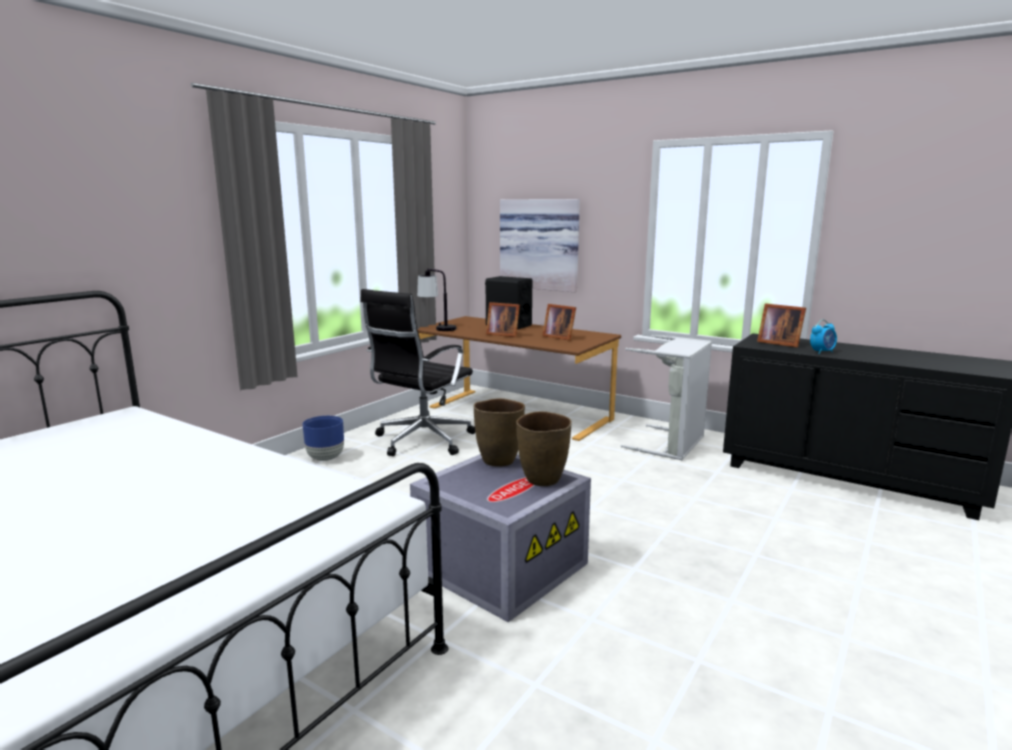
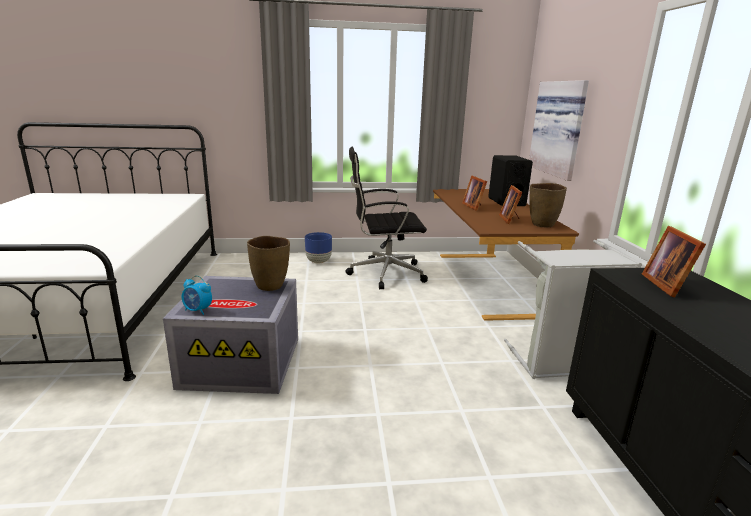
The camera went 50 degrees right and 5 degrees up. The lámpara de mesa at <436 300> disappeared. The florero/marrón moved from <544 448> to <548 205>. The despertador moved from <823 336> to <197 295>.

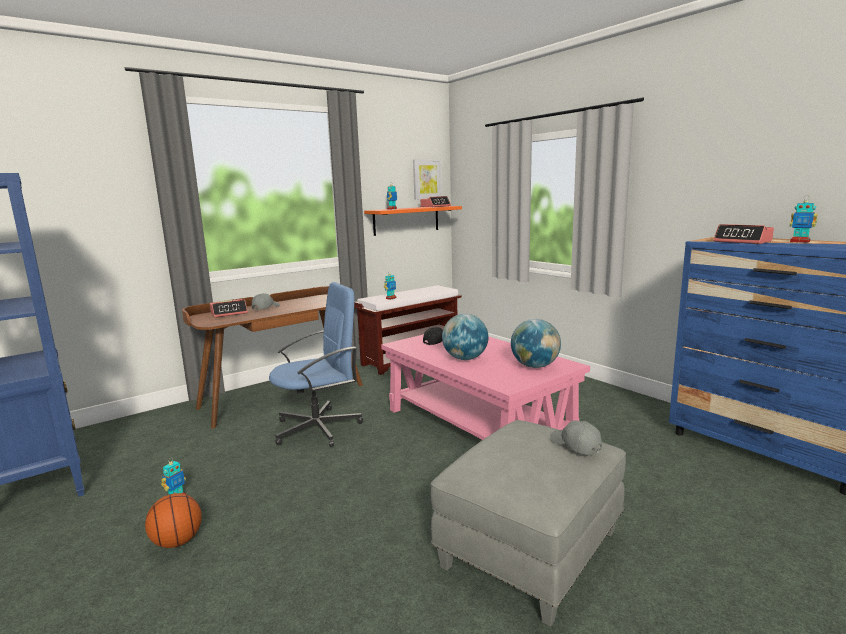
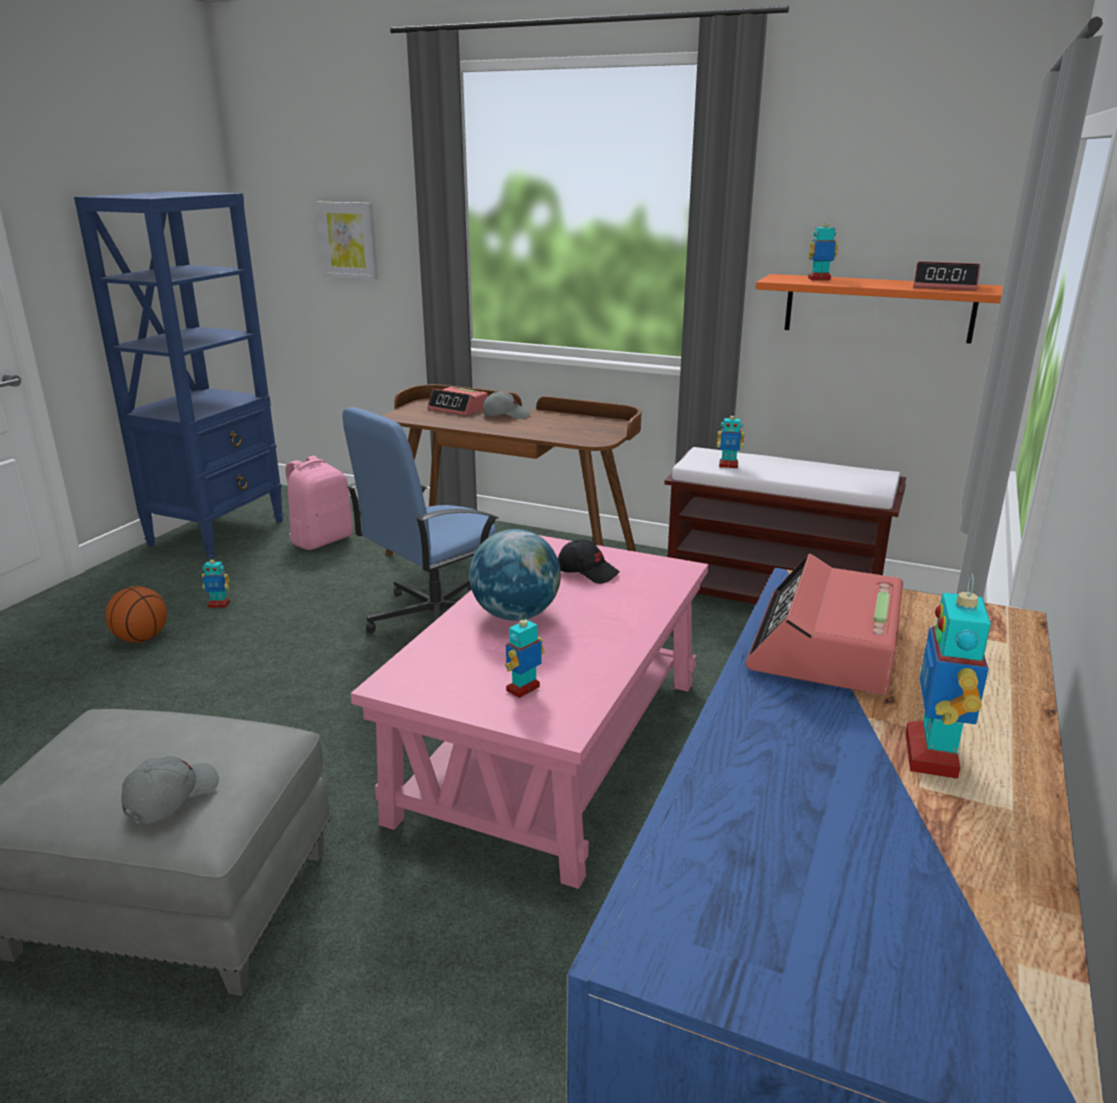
The camera went 60 degrees right and 10 degrees up. The silla de oficina/azul at <316 364> turned 105 degrees clockwise. The cuadro moved from <427 179> to <347 241>. The globo terráqueo at <536 343> was replaced by the robot de juguete at <525 655>. The mochila/rosa at <319 503> appeared.

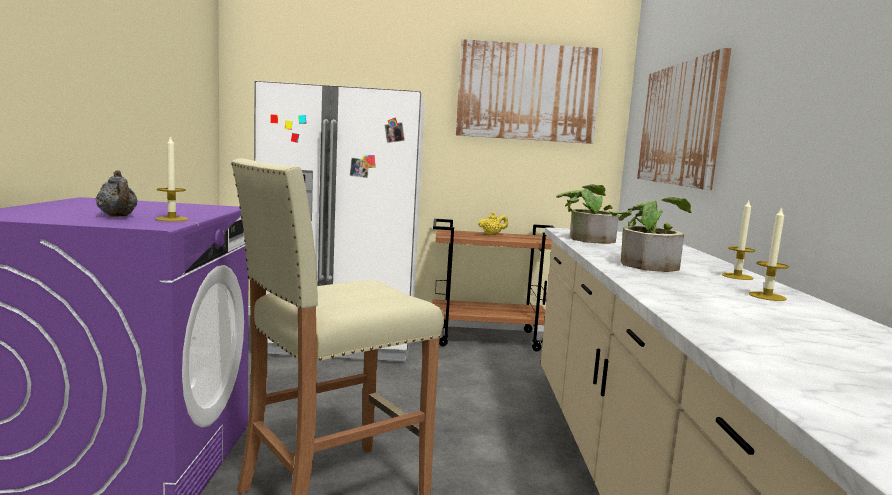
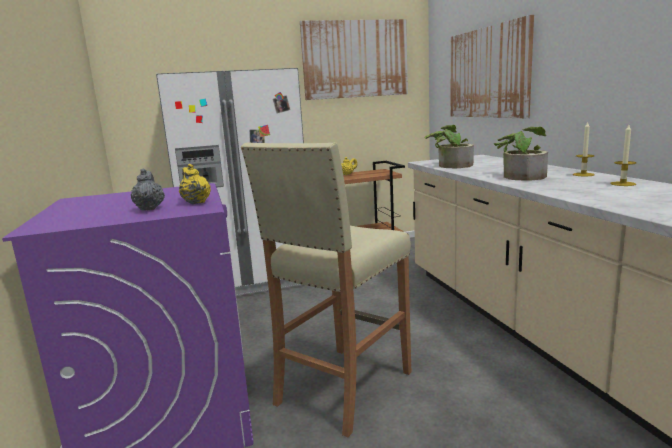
The camera went 15 degrees left and 5 degrees up. The tetera/gris at <116 193> turned 135 degrees counterclockwise. The vela at <172 178> was replaced by the tetera/amarillo at <195 184>.

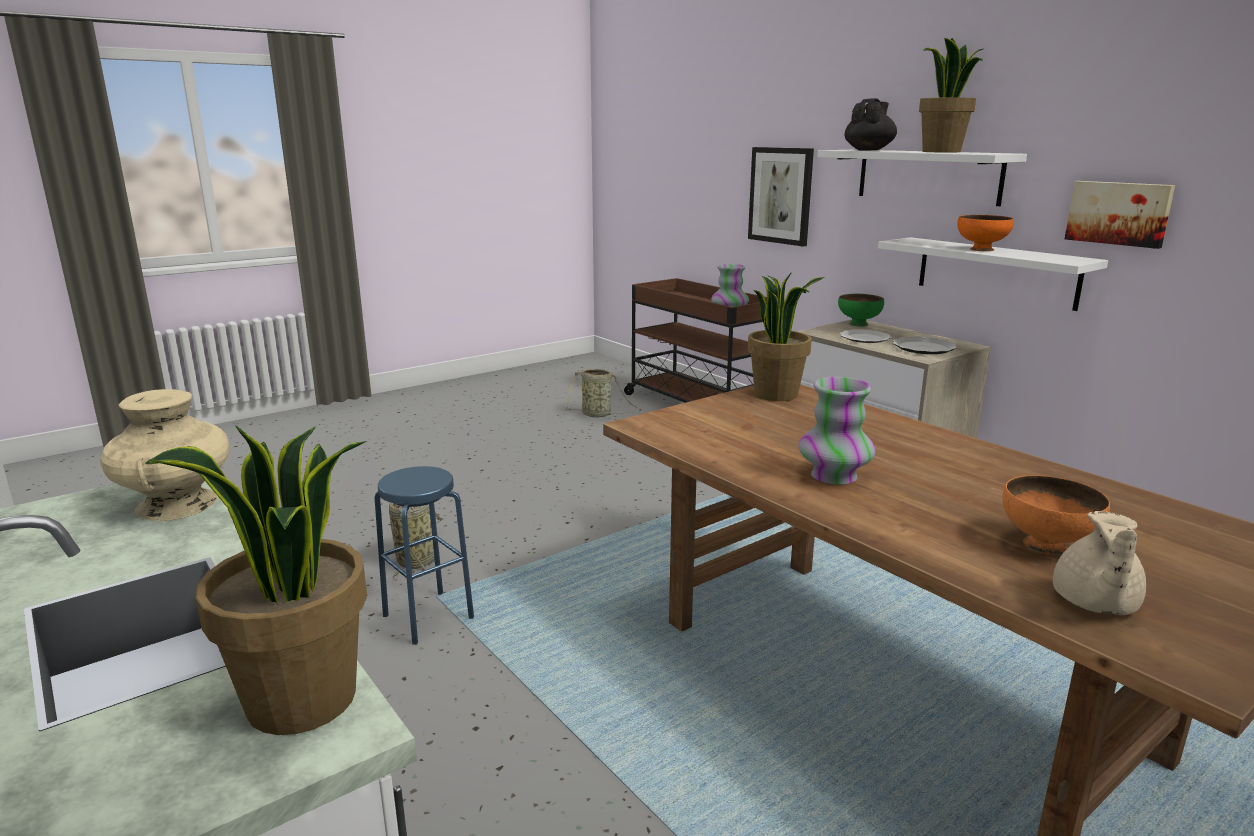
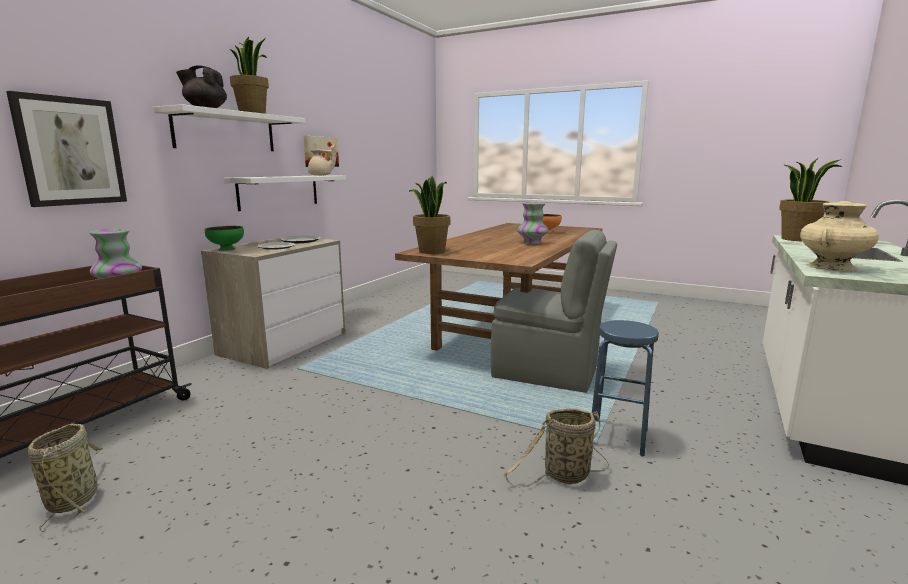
The camera went 115 degrees left and 5 degrees down. The cuenco/naranja at <985 233> disappeared. The tetera/beis moved from <1099 563> to <322 160>. The silla/gris at <554 311> appeared.

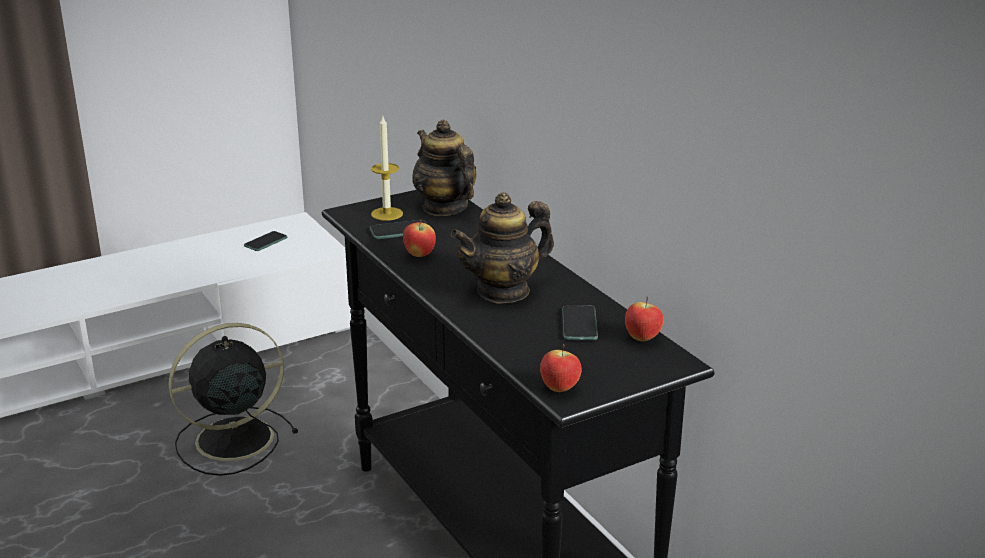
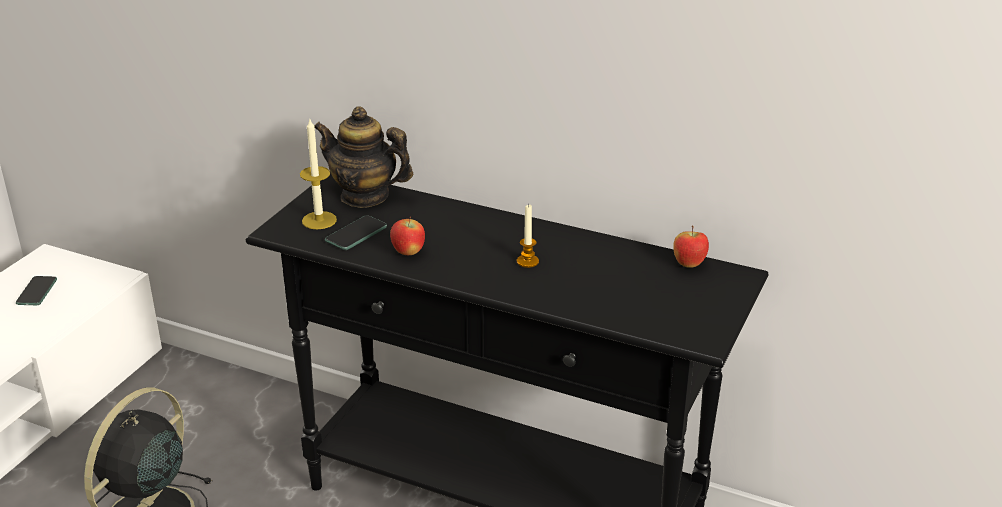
The camera went 35 degrees left and 5 degrees up. The tetera at <502 248> was replaced by the vela at <528 236>. The manzana at <561 368> disappeared. The móvil at <580 322> disappeared.

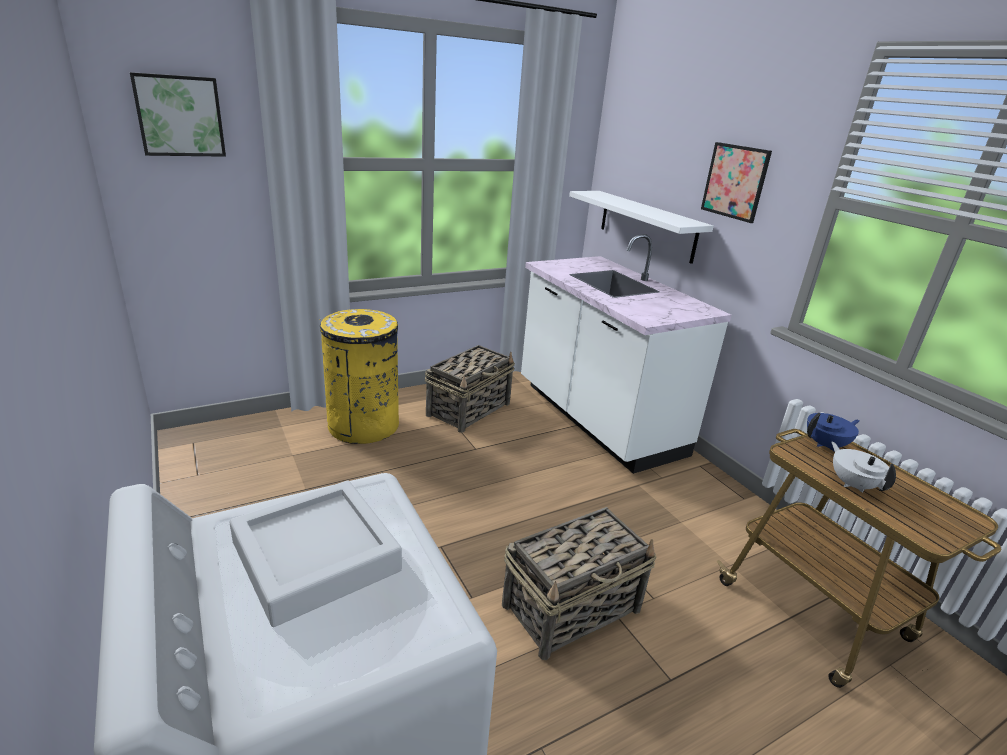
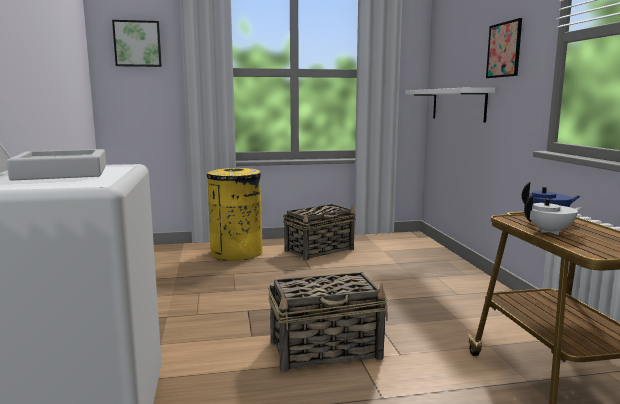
The camera went 20 degrees right and 15 degrees down. The mueble bajo de cocina/blanco at <626 354> disappeared. The tetera/blanco at <863 467> turned 75 degrees clockwise.

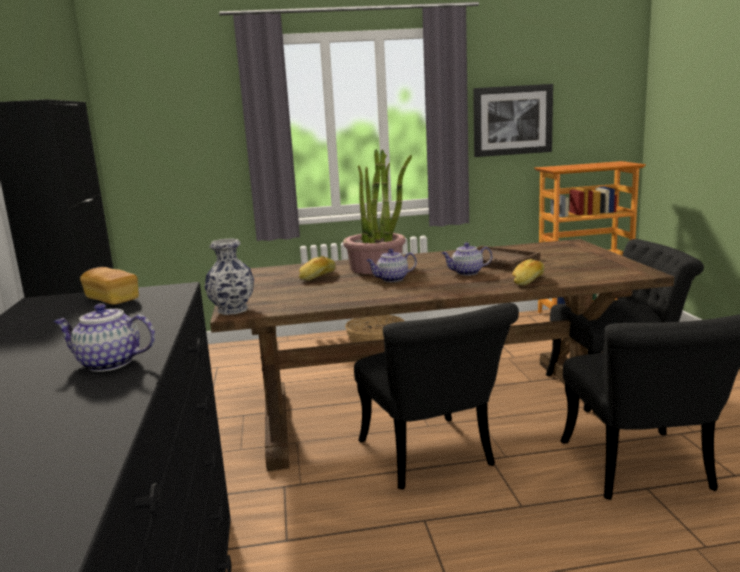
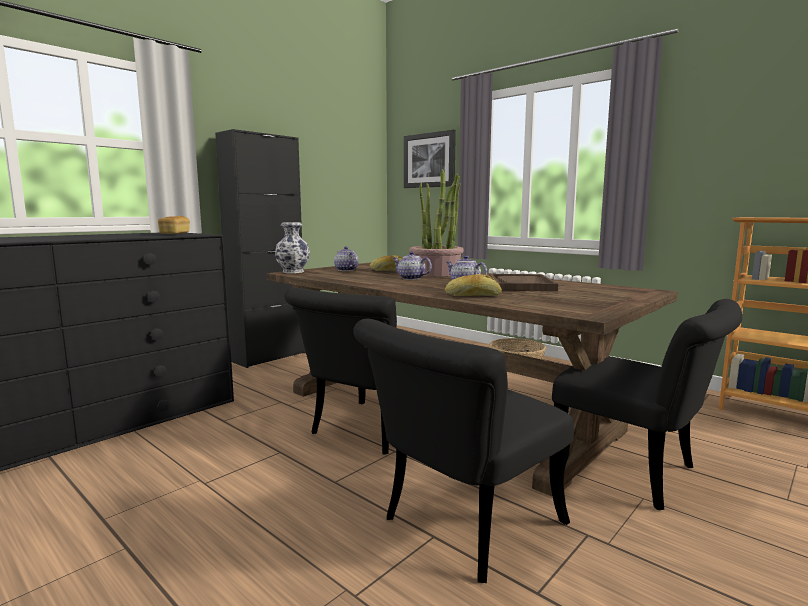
The camera went 50 degrees right and 5 degrees down. The tetera moved from <104 337> to <346 258>. The cuadro moved from <513 120> to <430 159>.

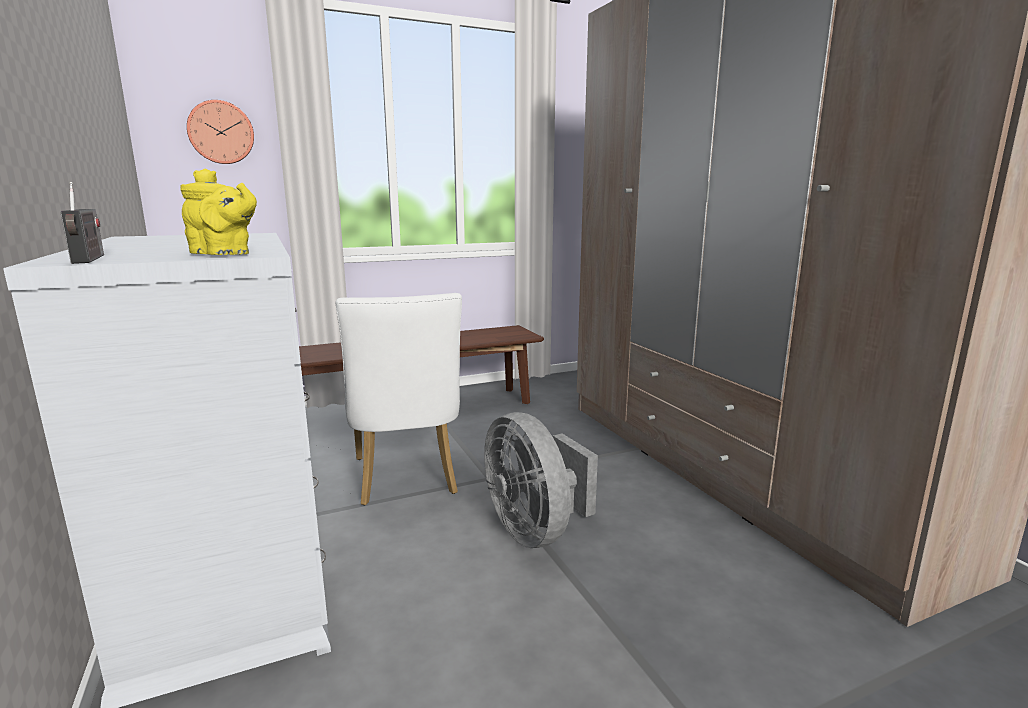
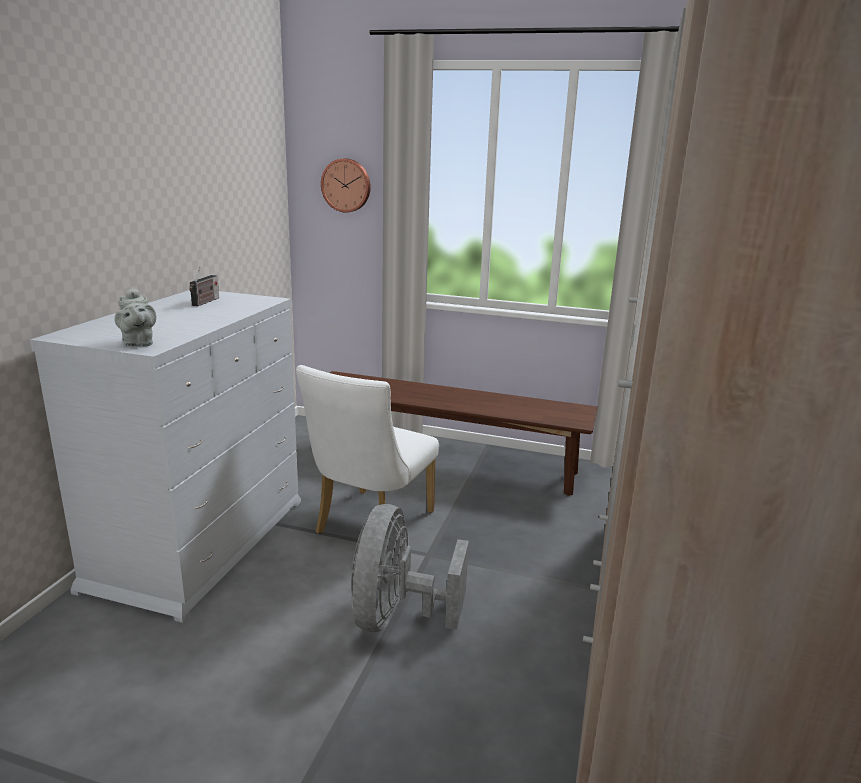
The camera went 40 degrees right and 5 degrees up. The radio moved from <82 223> to <204 286>. The tetera/amarillo at <218 212> became the tetera/gris at <135 317>.

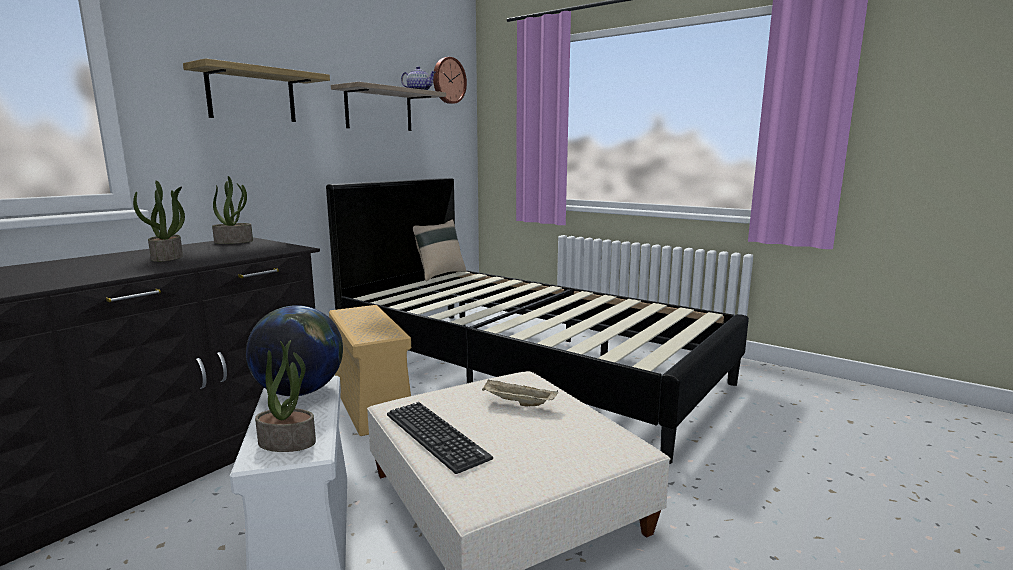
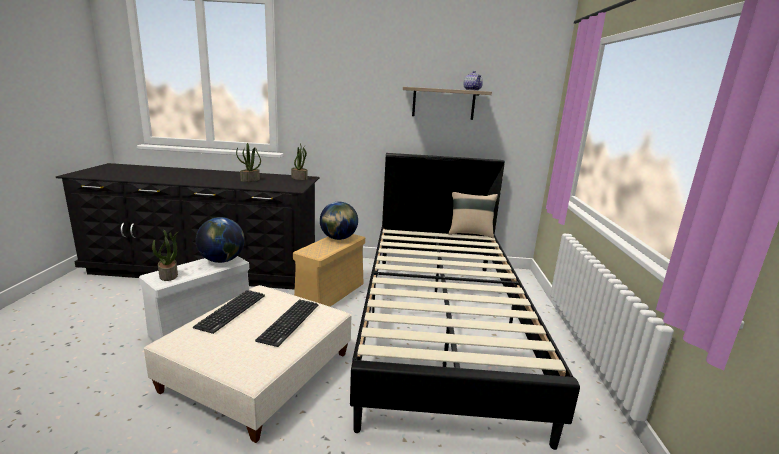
The camera went 55 degrees right and 5 degrees up. The estante at <256 90> disappeared. The reloj de pared at <450 80> disappeared. The bandeja/beis at <520 392> was replaced by the teclado at <286 323>. The globo terráqueo at <339 221> appeared.

